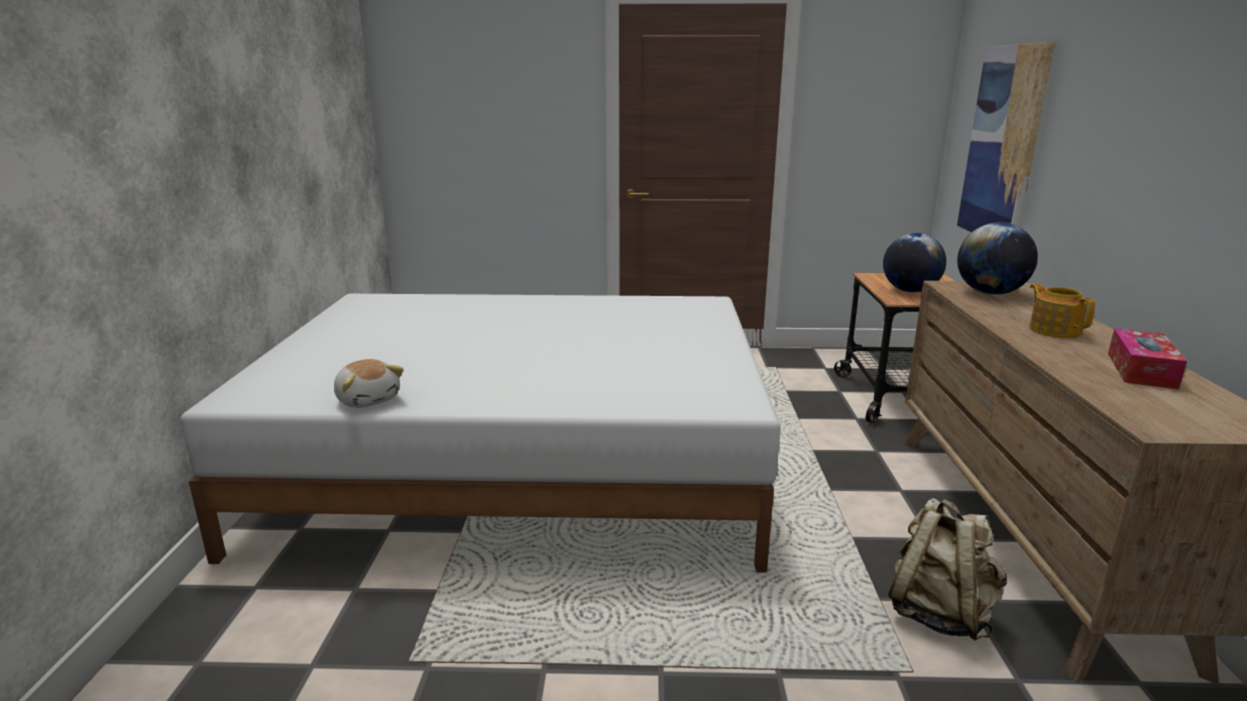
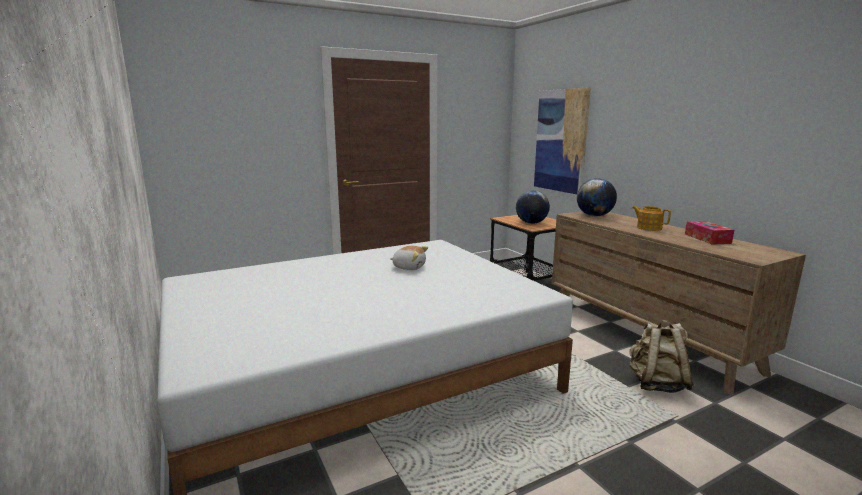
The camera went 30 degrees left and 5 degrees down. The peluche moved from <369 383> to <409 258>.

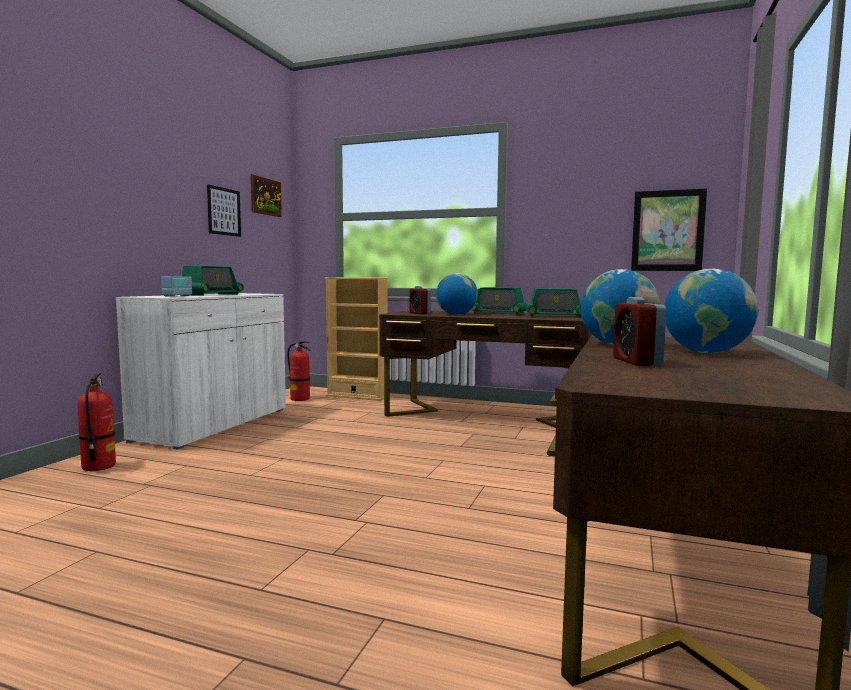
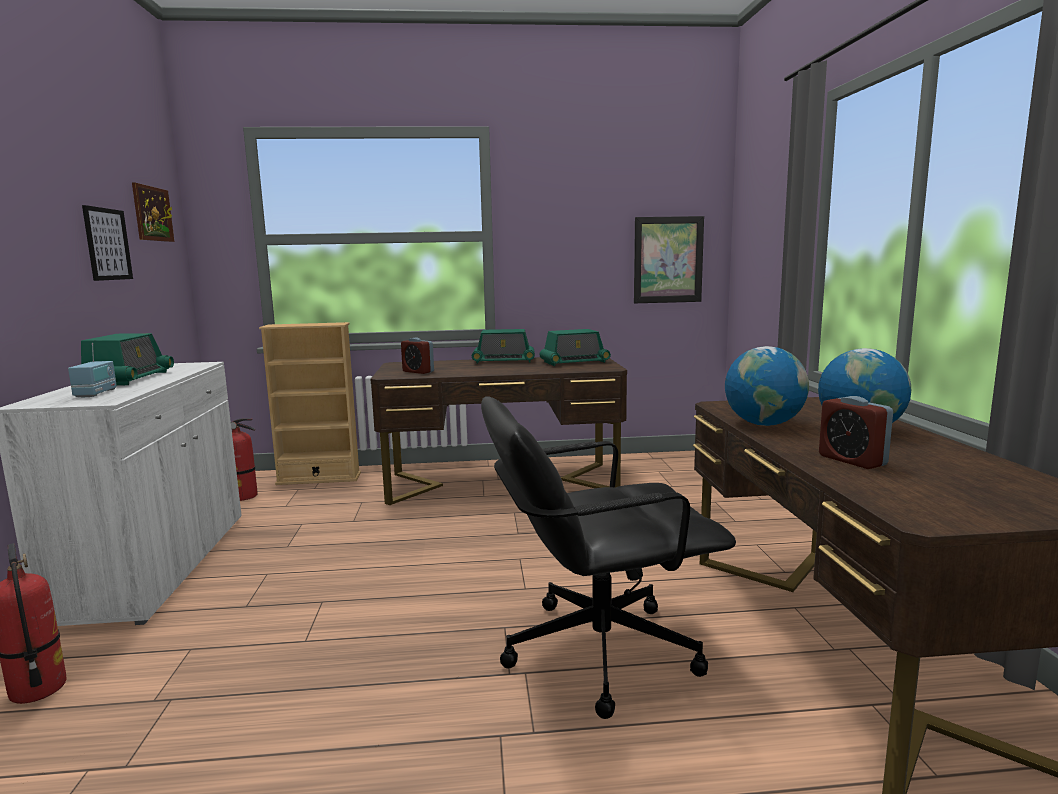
The camera went 25 degrees left and 5 degrees up. The globo terráqueo at <457 294> disappeared. The silla de oficina/negro at <608 557> appeared.

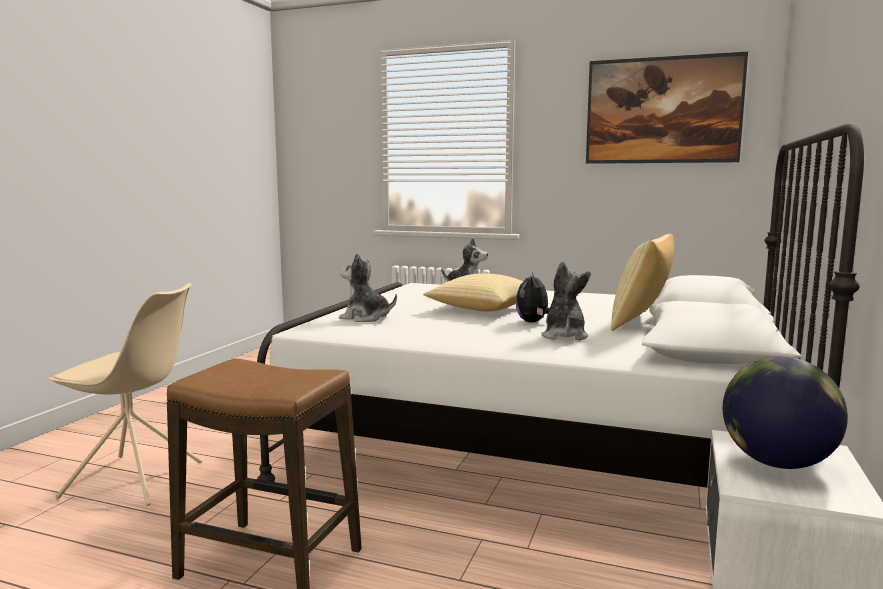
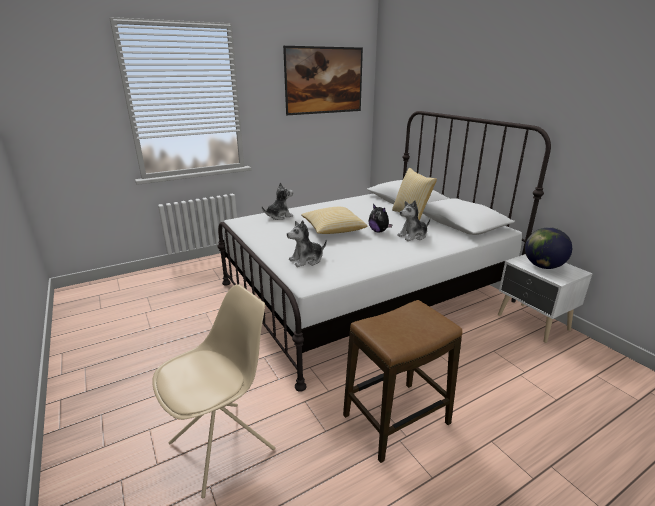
The camera went 50 degrees left and 15 degrees up. The peluche at <566 300> turned 75 degrees counterclockwise.

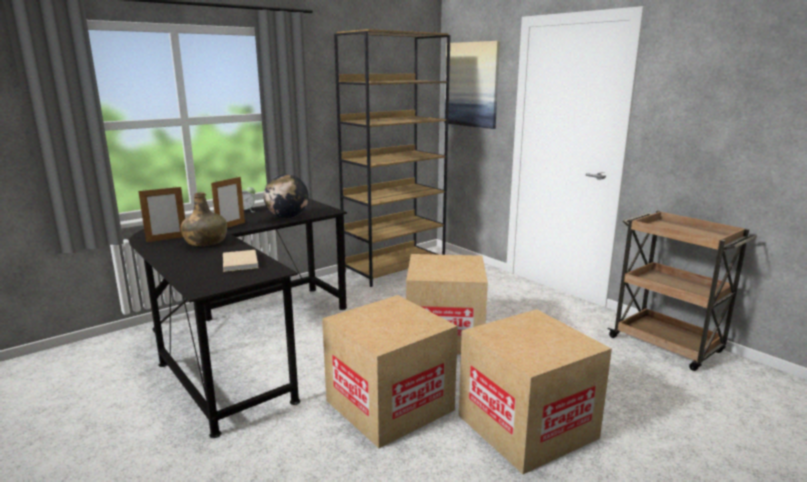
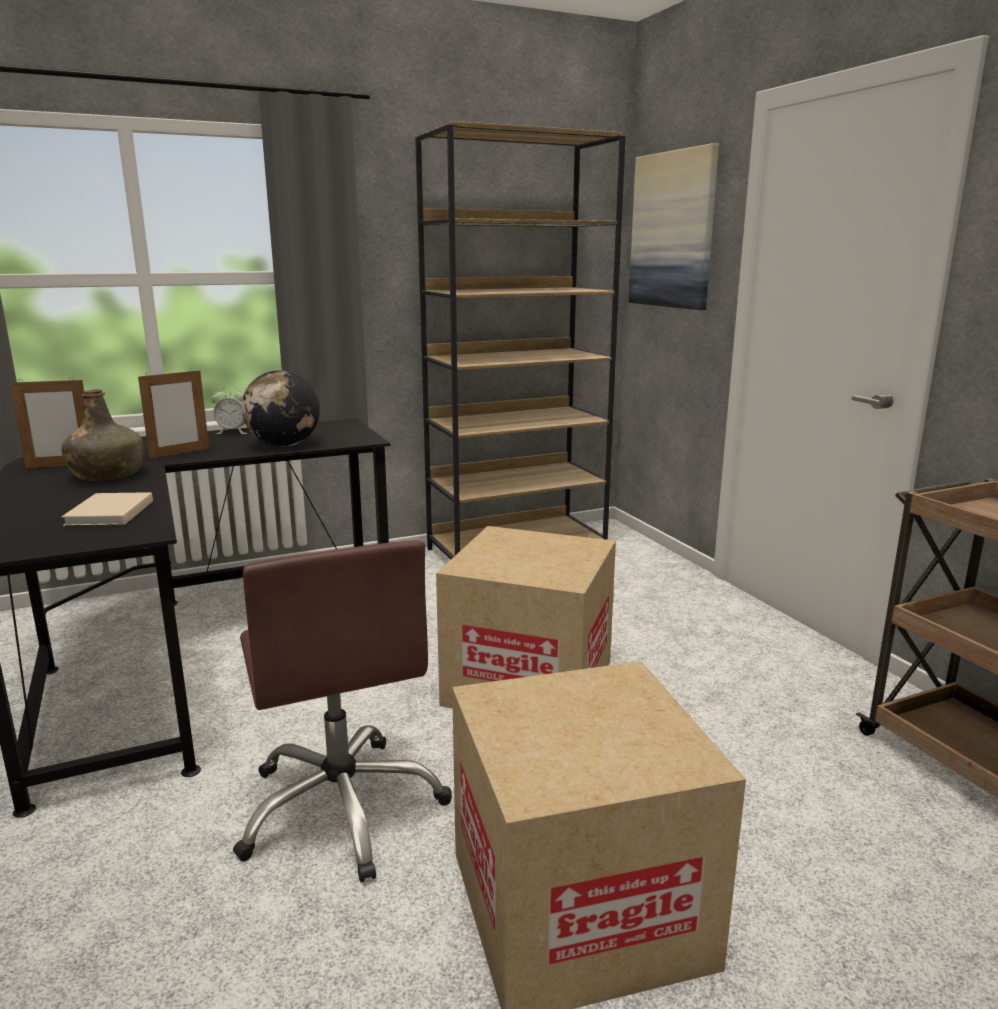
The camera went 15 degrees right and 0 degrees up. The caja de cartón at <390 371> was replaced by the silla de oficina/marrón at <342 711>.

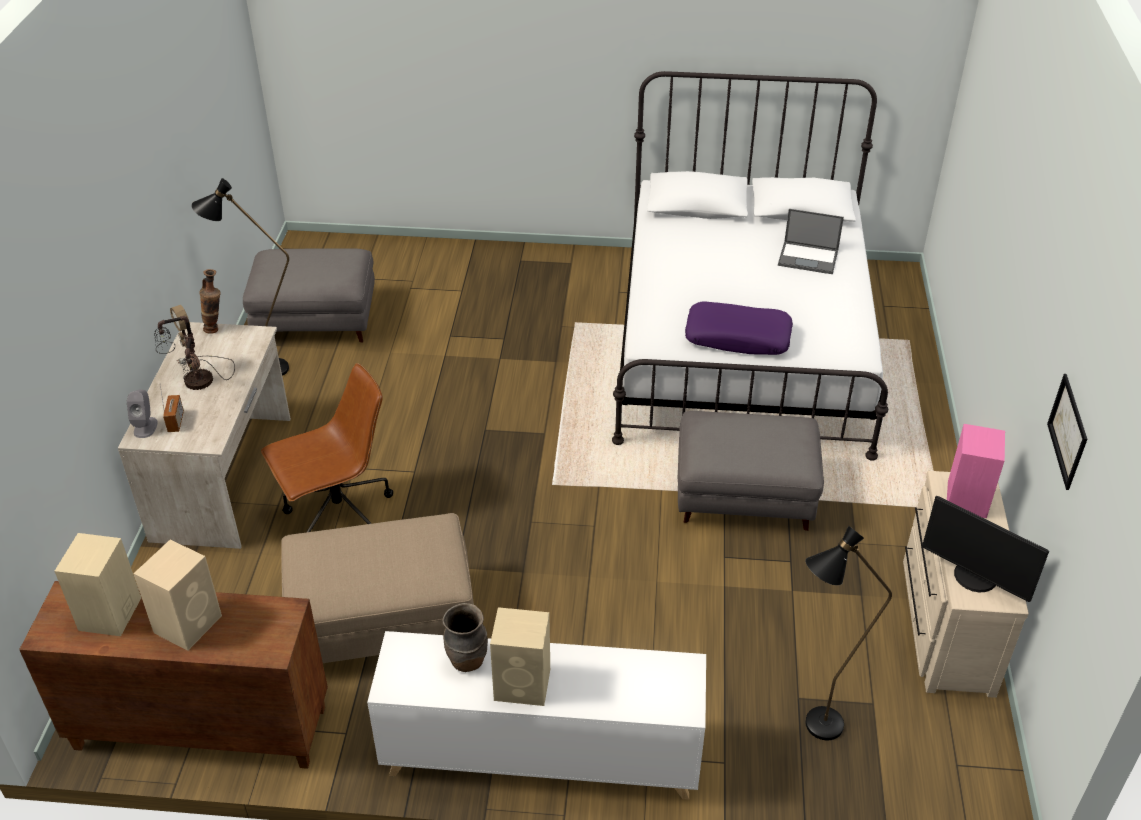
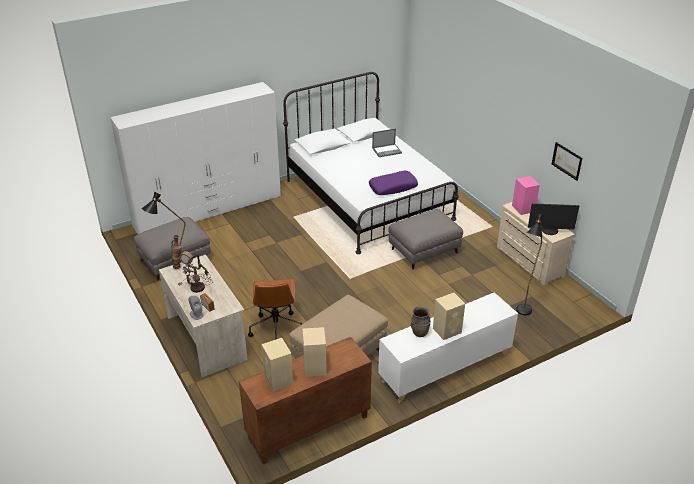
The camera went 35 degrees left and 5 degrees down. The silla de oficina/marrón at <327 447> turned 150 degrees clockwise. The armario ropero/blanco at <195 158> appeared.

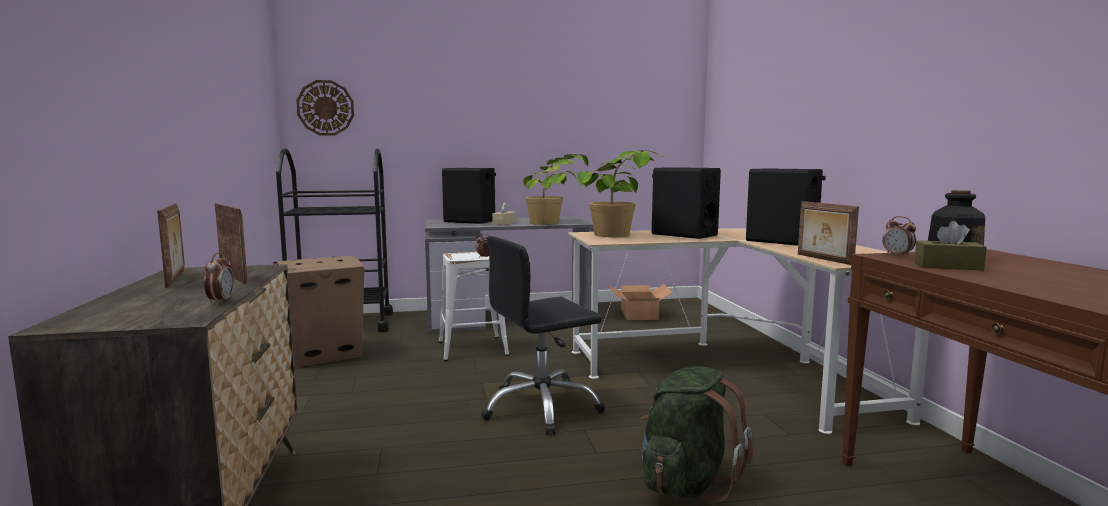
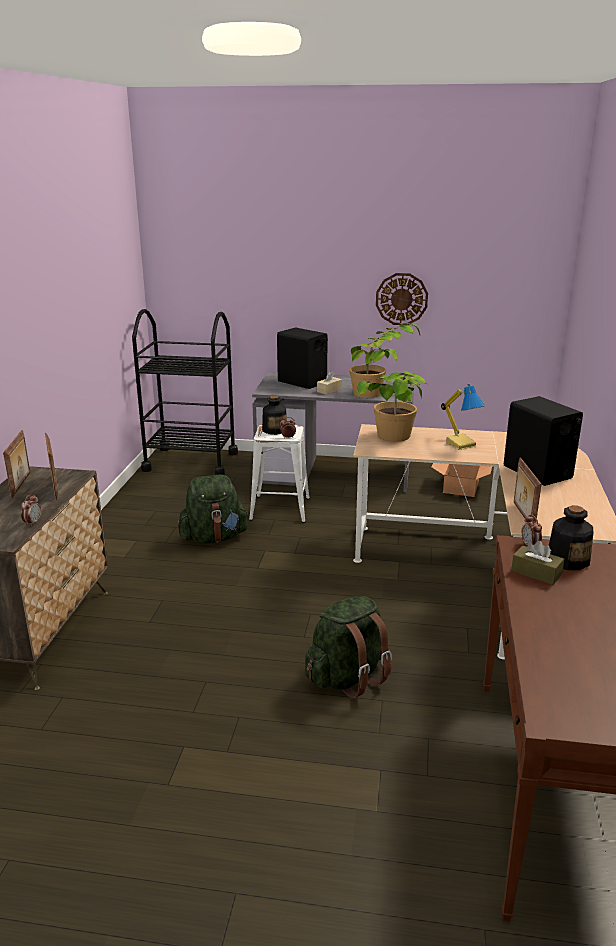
The camera went 20 degrees right and 15 degrees up. The caja de cartón at <318 312> disappeared. The reloj de pared moved from <325 108> to <402 299>. The silla de oficina/negro at <543 335> disappeared. The altavoz/negro at <686 203> was replaced by the lámpara de mesa at <463 416>. The mochila/verde at <213 509> appeared. The botella at <274 415> appeared.

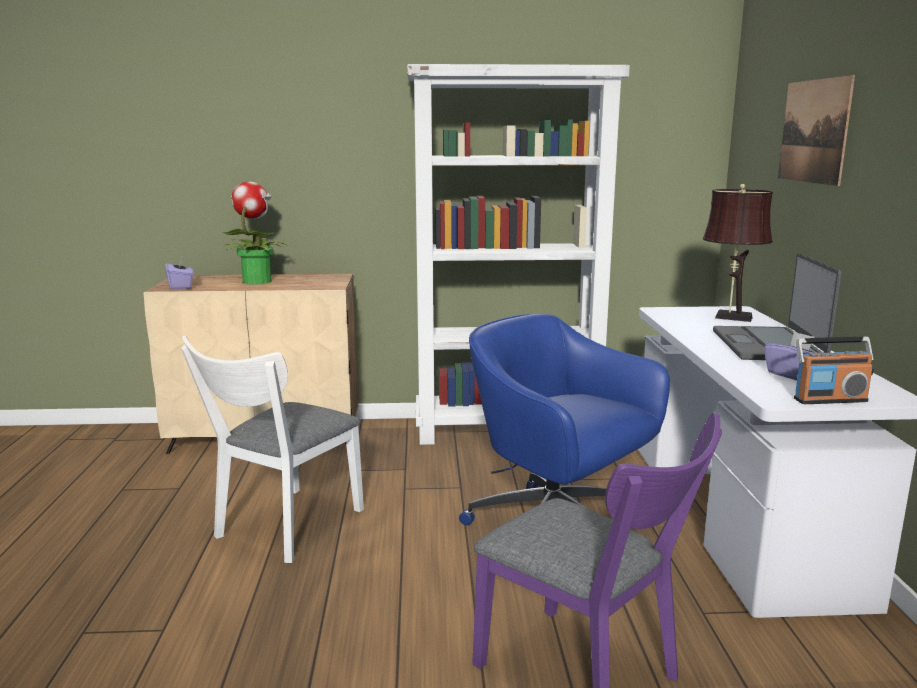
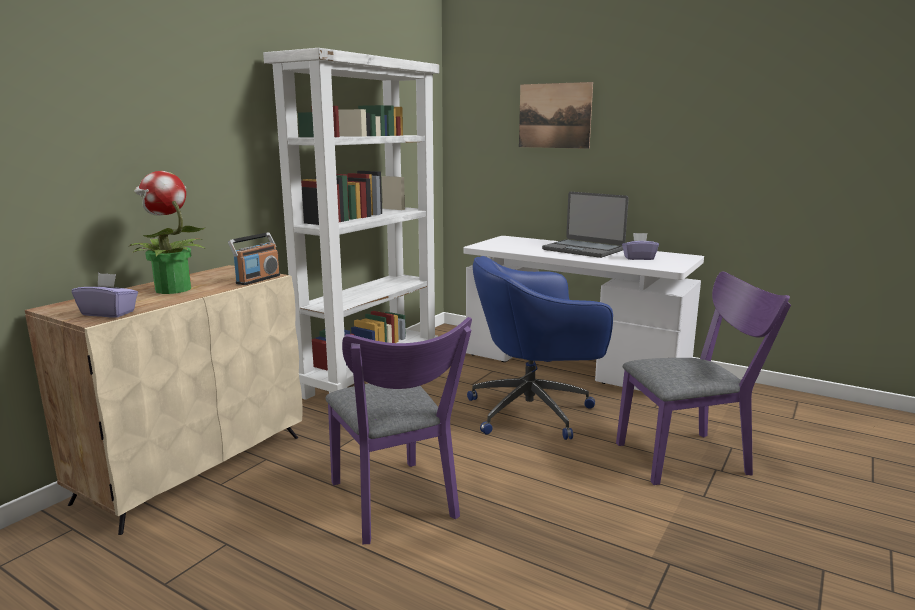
The camera went 55 degrees left and 0 degrees up. The silla/blanco at <272 449> became the silla/morado at <399 430>. The lámpara de mesa/marrón at <738 253> disappeared. The radio moved from <834 370> to <254 258>.

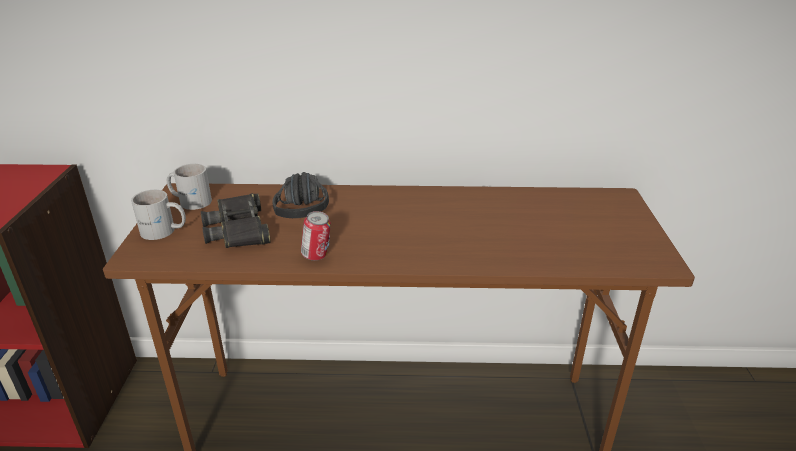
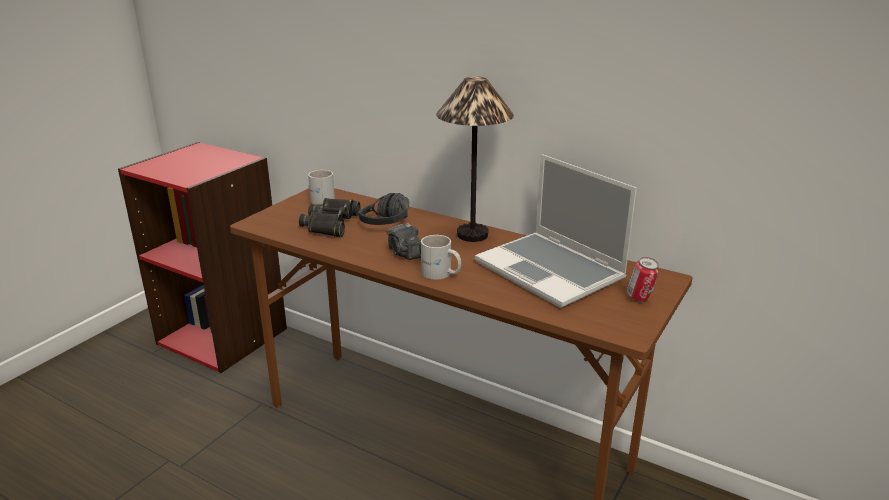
The camera went 30 degrees right and 5 degrees down. The taza grande/blanco moved from <158 215> to <441 257>. The lata moved from <316 236> to <642 279>. The cámara at <404 241> appeared. The lámpara de mesa at <475 159> appeared. The portátil at <556 231> appeared.

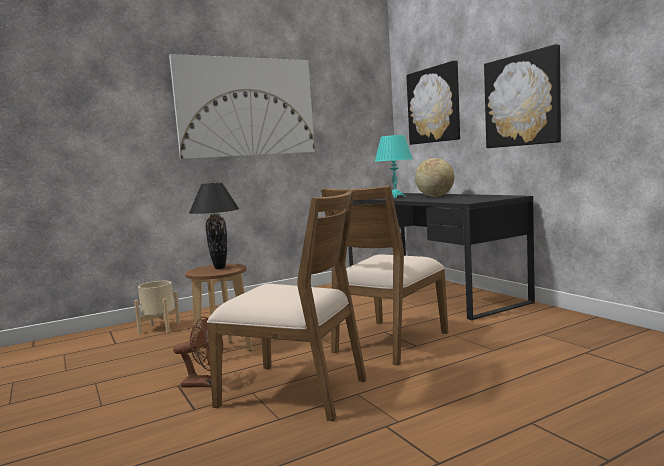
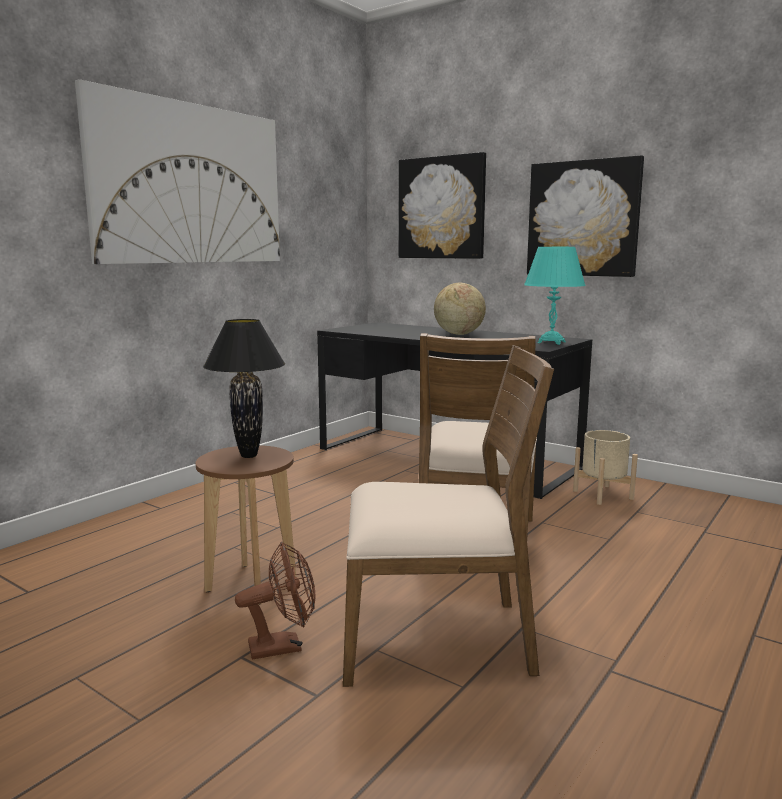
The camera went 25 degrees left and 5 degrees up. The maceta/beis moved from <157 307> to <605 467>. The lámpara de mesa/turquesa moved from <394 166> to <555 296>.

